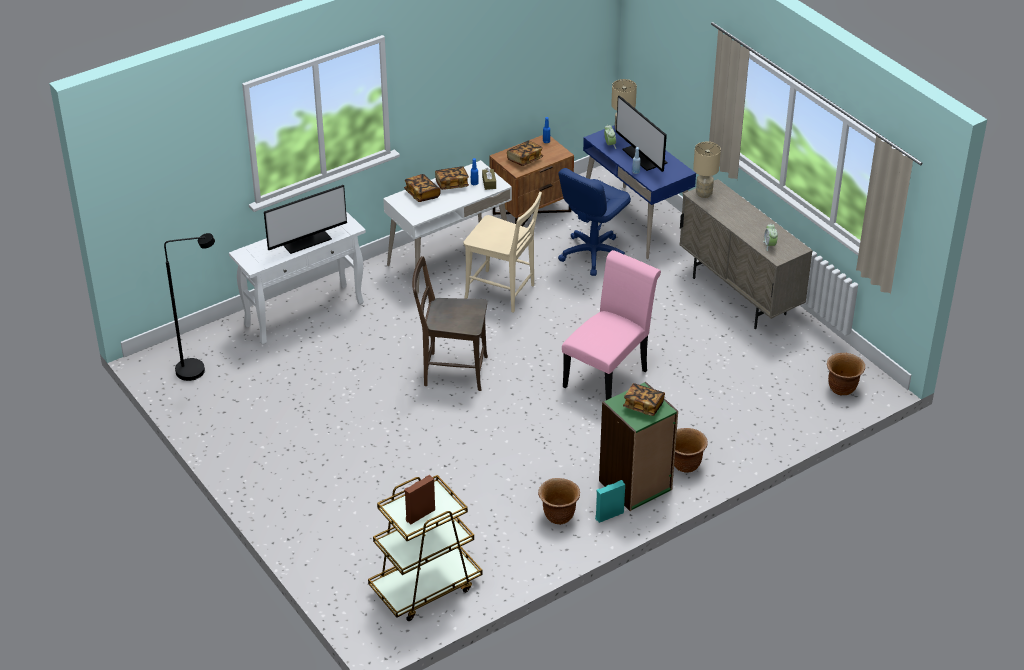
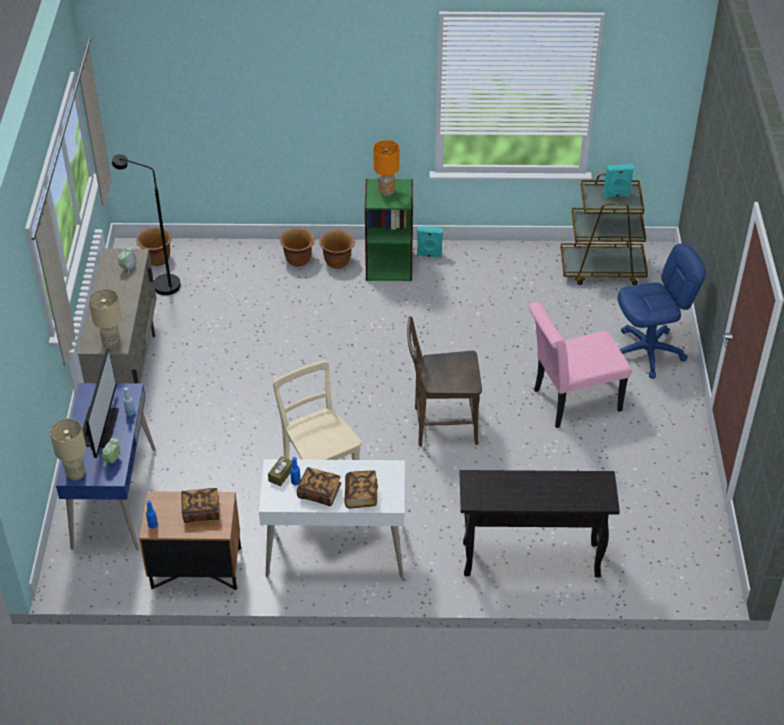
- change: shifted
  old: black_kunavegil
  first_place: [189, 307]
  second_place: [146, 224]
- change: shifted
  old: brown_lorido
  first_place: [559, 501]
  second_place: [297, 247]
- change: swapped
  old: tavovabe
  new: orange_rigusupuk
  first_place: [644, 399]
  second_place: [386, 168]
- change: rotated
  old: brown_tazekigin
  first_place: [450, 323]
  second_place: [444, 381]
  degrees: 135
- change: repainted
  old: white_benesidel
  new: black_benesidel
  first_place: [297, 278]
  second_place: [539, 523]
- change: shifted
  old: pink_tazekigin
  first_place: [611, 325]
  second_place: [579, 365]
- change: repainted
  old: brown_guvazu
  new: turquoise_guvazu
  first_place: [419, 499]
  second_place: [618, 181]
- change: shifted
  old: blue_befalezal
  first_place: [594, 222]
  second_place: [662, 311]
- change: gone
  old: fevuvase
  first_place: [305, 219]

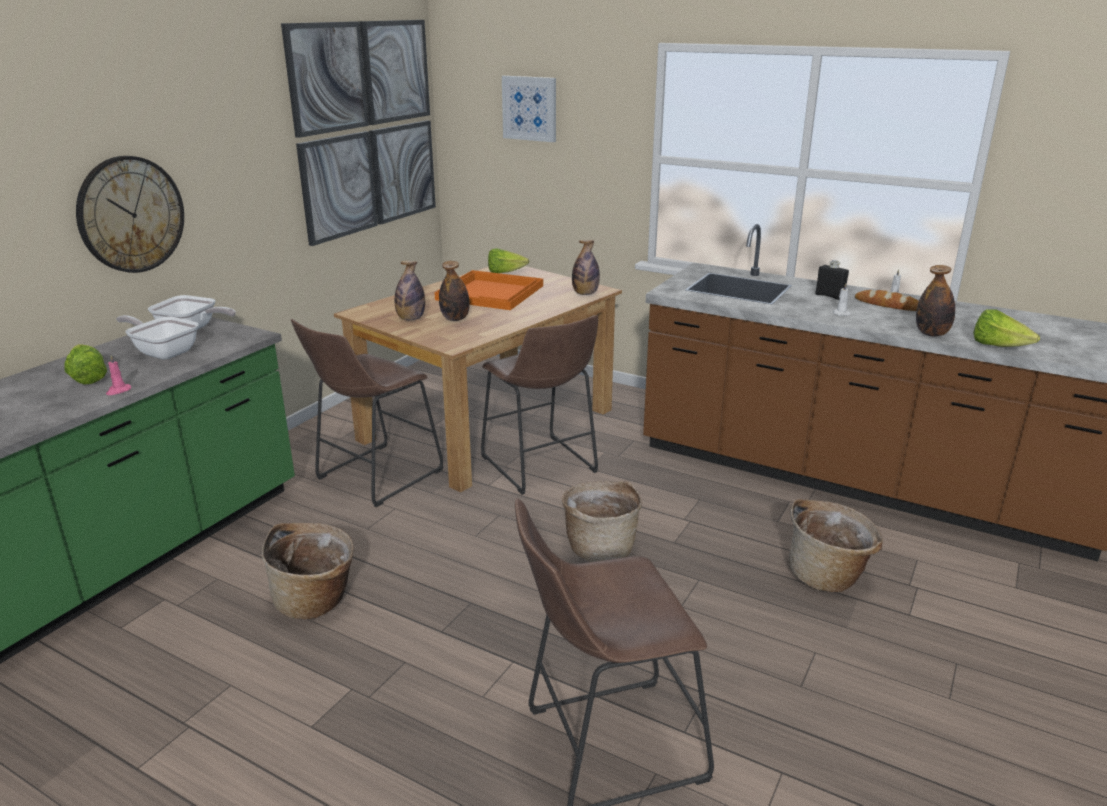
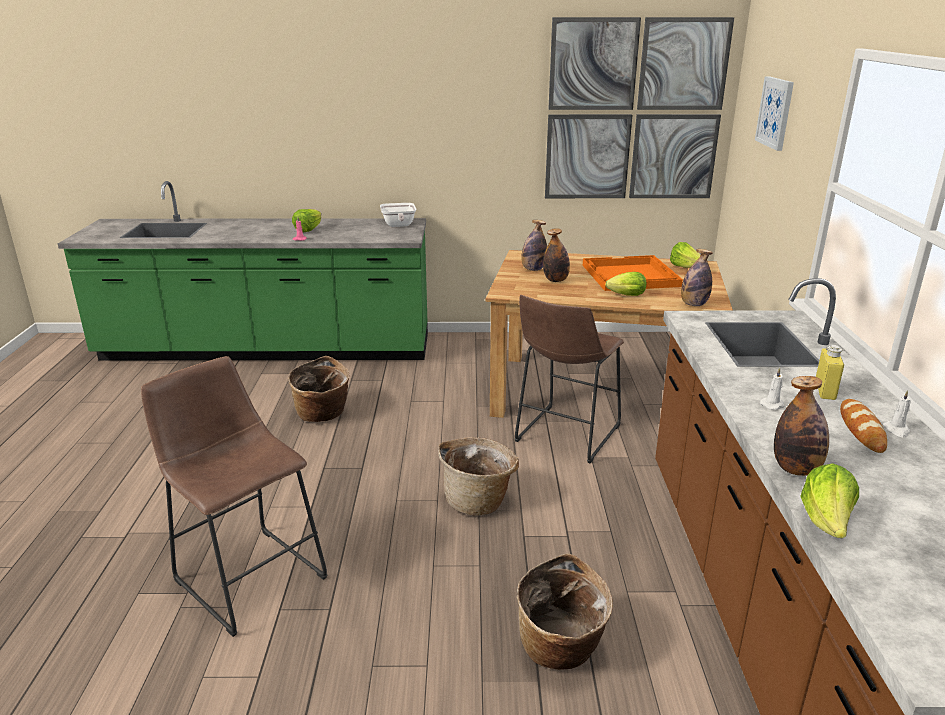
- change: new
  new: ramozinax
  second_place: [625, 284]
- change: repainted
  old: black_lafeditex
  new: yellow_lafeditex
  first_place: [832, 280]
  second_place: [830, 372]
- change: gone
  old: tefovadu
  first_place: [130, 214]
- change: gone
  old: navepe
  first_place: [157, 337]
- change: gone
  old: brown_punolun
  first_place: [367, 413]

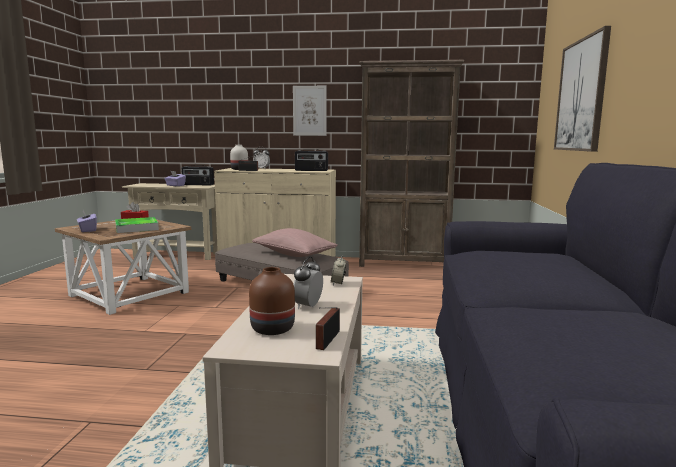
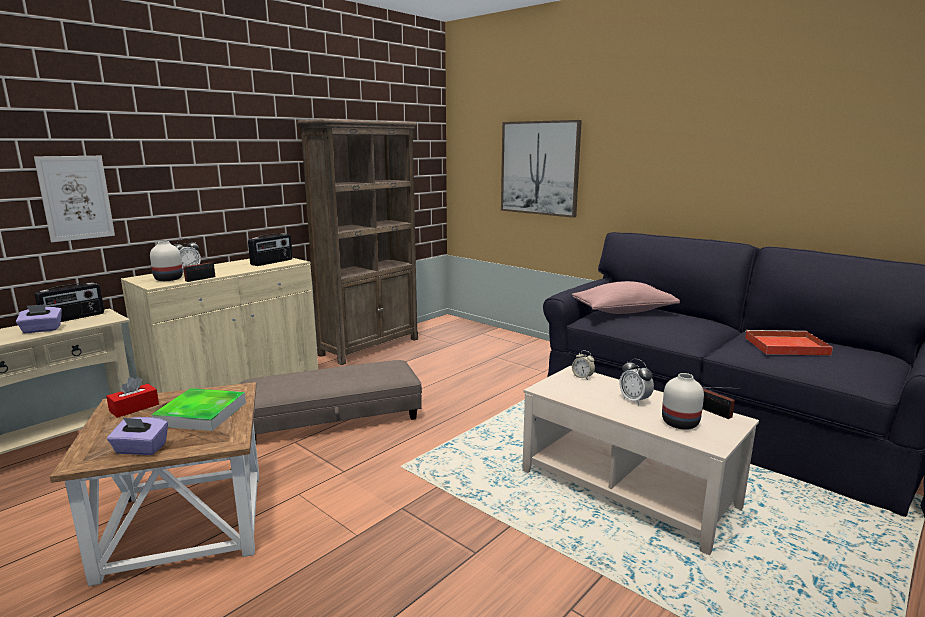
- change: shifted
  old: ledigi
  first_place: [310, 111]
  second_place: [74, 199]
- change: shifted
  old: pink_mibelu
  first_place: [294, 242]
  second_place: [626, 297]
- change: repainted
  old: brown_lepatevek
  new: white_lepatevek
  first_place: [272, 301]
  second_place: [683, 401]
- change: new
  new: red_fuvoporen
  second_place: [789, 343]

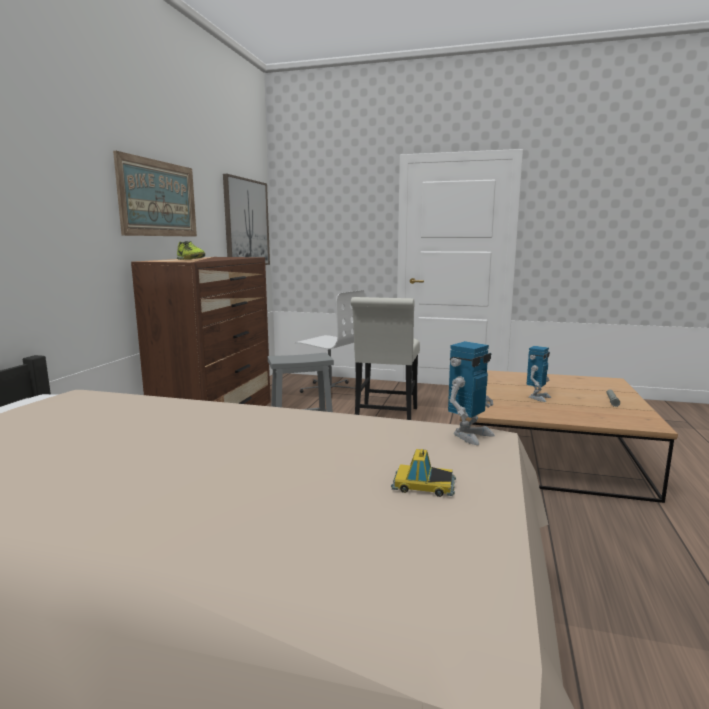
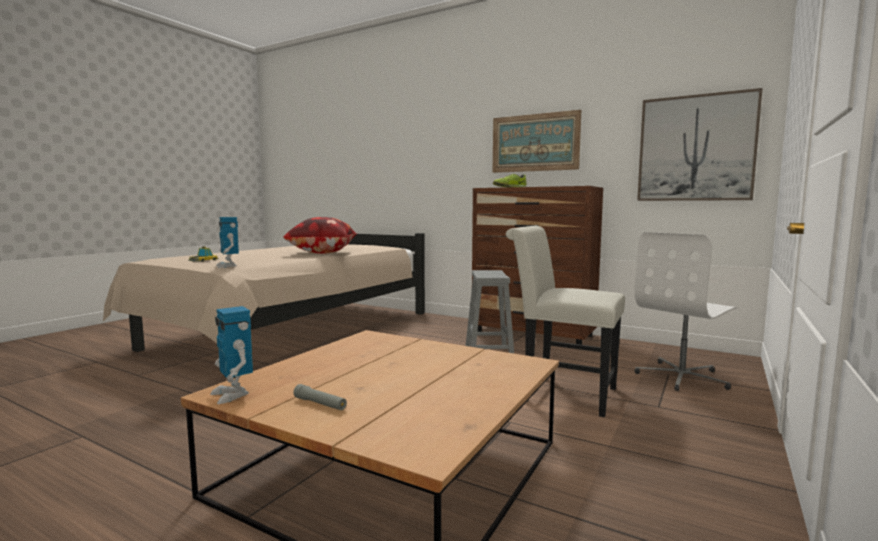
- change: shifted
  old: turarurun
  first_place: [539, 374]
  second_place: [231, 355]
- change: new
  new: mibelu
  second_place: [320, 235]

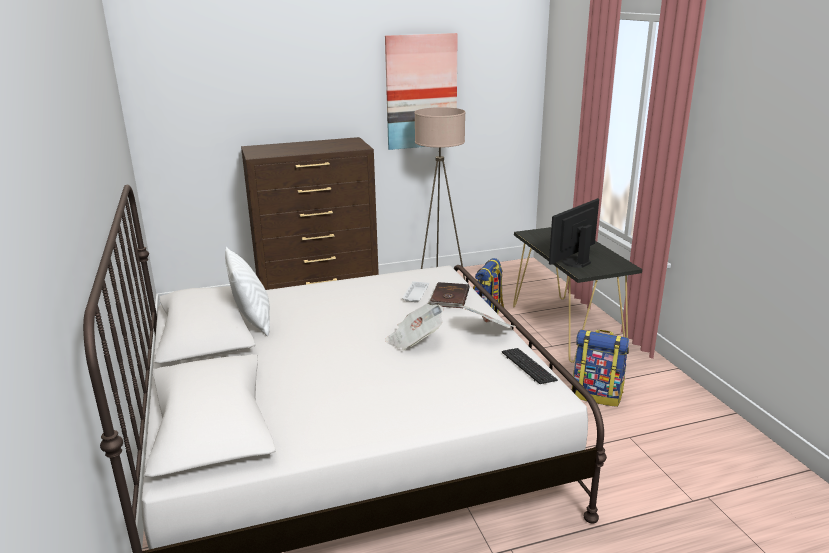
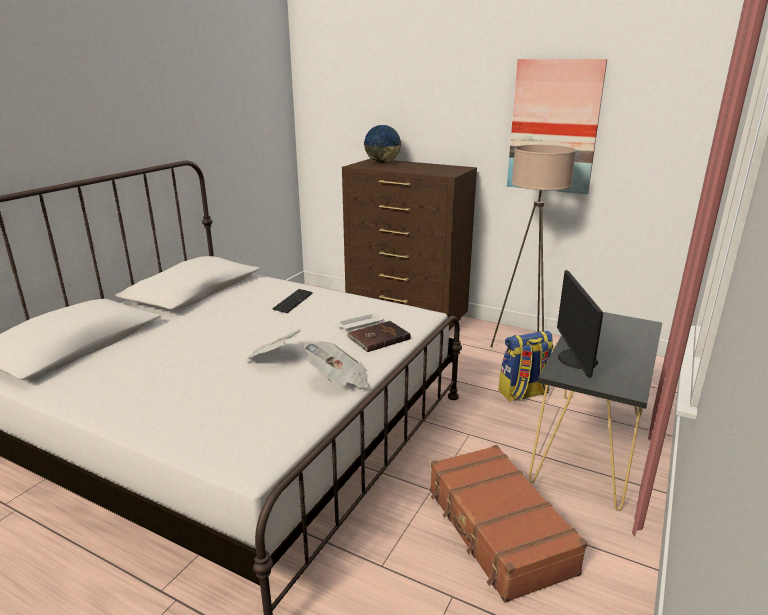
- change: shifted
  old: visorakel
  first_place: [530, 366]
  second_place: [292, 301]
- change: new
  new: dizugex
  second_place: [383, 144]
- change: swapped
  old: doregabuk
  new: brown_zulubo
  first_place: [600, 368]
  second_place: [508, 524]
- change: rotated
  old: fevuvase
  first_place: [574, 233]
  second_place: [580, 324]
  degrees: -90
- change: gone
  old: white_mibelu
  first_place: [247, 291]

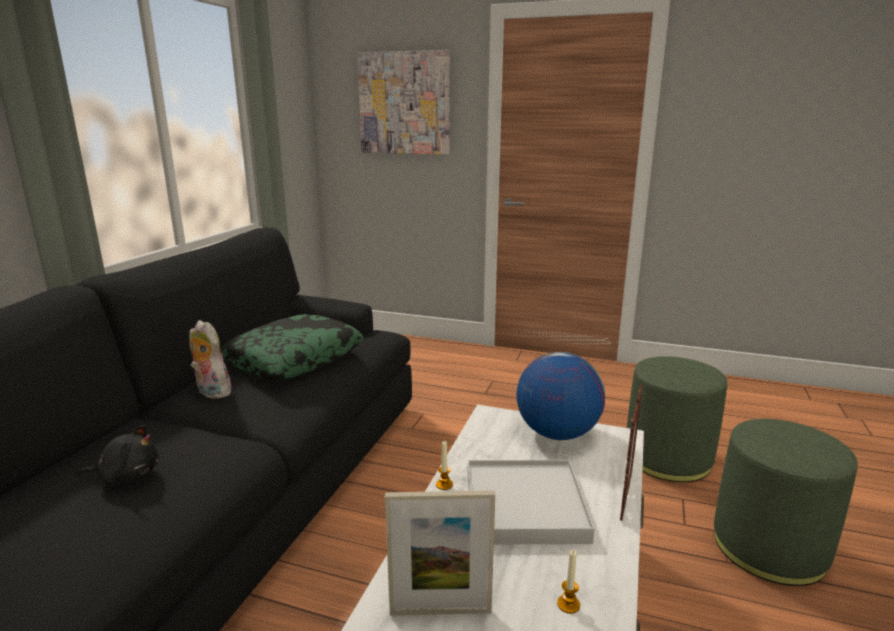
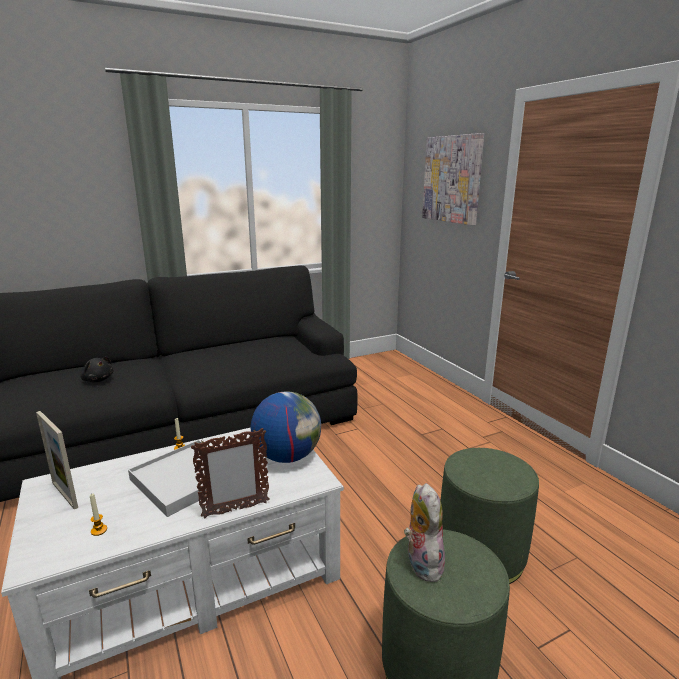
- change: shifted
  old: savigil
  first_place: [210, 359]
  second_place: [424, 532]
- change: gone
  old: mibelu
  first_place: [292, 347]

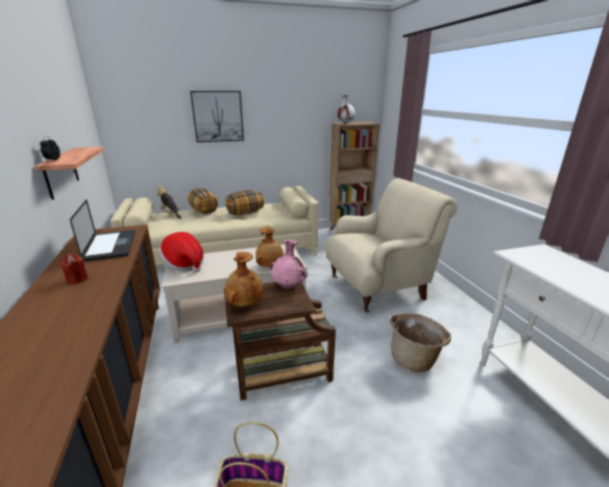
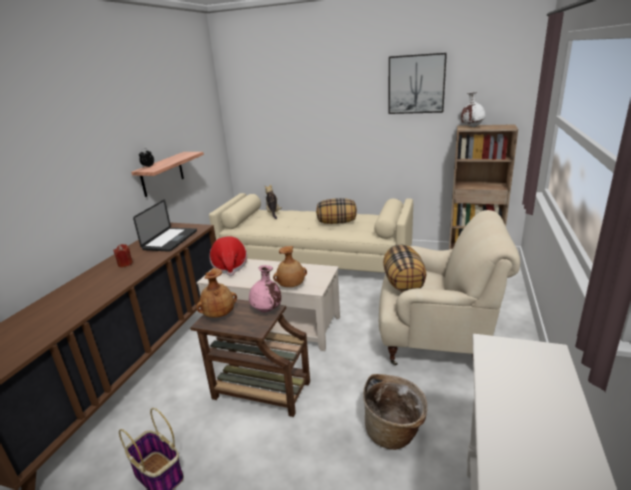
- change: shifted
  old: mibelu
  first_place: [203, 201]
  second_place: [404, 268]
- change: shifted
  old: ledigi
  first_place: [217, 116]
  second_place: [417, 83]

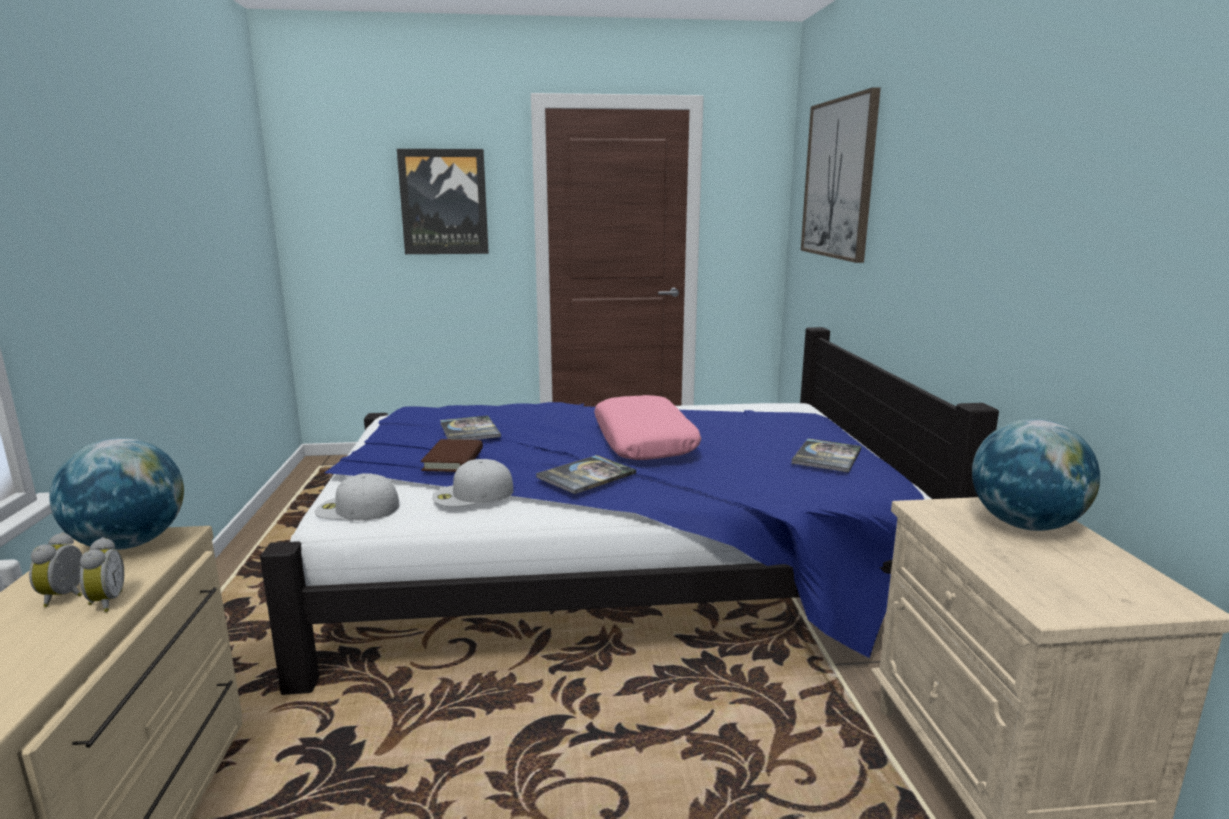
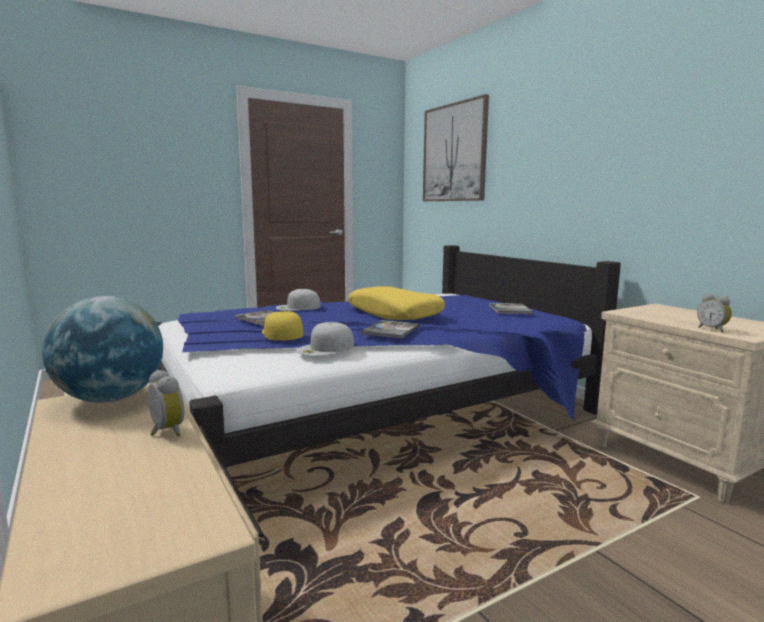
- change: swapped
  old: brown_tavovabe
  new: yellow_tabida
  first_place: [452, 455]
  second_place: [282, 326]
- change: shifted
  old: white_tabida
  first_place: [357, 497]
  second_place: [298, 300]
- change: repainted
  old: pink_mibelu
  new: yellow_mibelu
  first_place: [647, 427]
  second_place: [396, 303]
- change: shifted
  old: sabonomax
  first_place: [55, 569]
  second_place: [714, 313]
- change: gone
  old: ledigi
  first_place: [443, 201]
- change: gone
  old: dizugex
  first_place: [1036, 475]

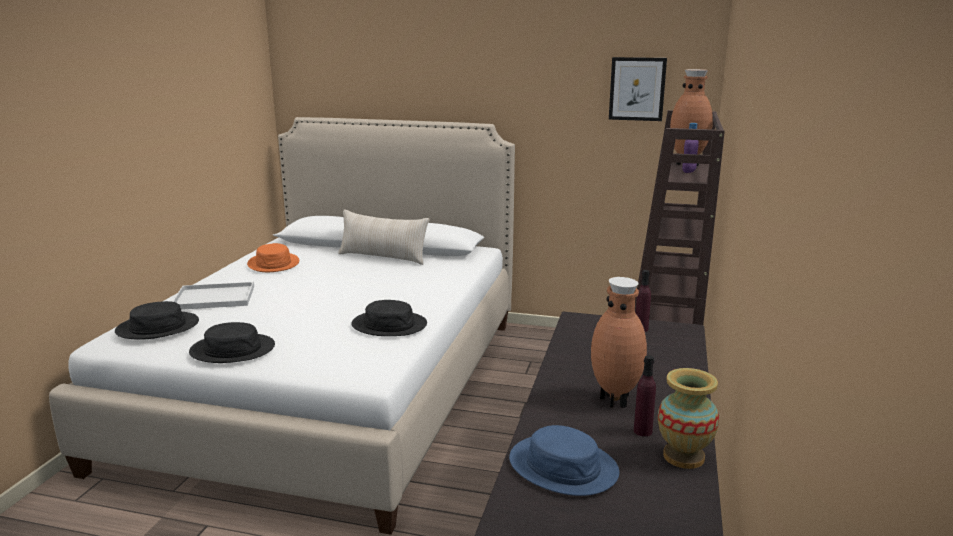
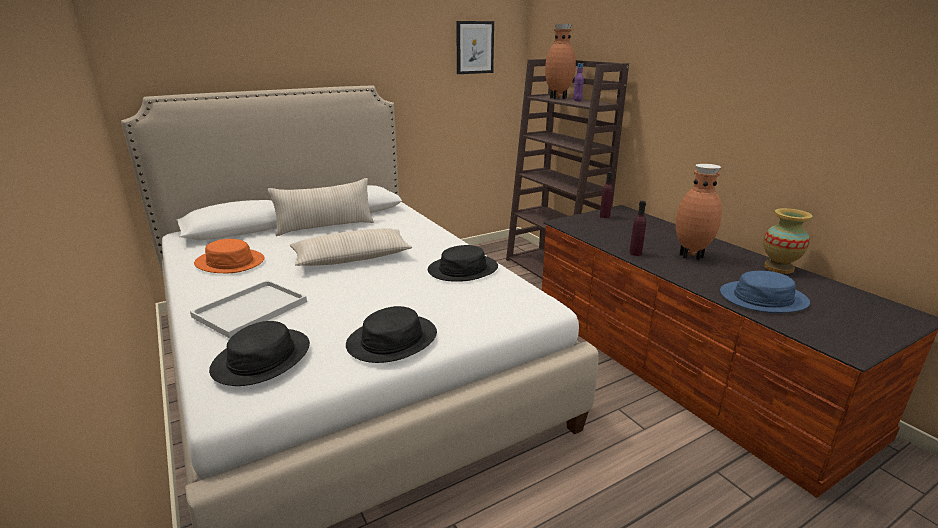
- change: new
  new: beige_mibelu
  second_place: [351, 247]
- change: shifted
  old: purple_lafeditex
  first_place: [645, 396]
  second_place: [637, 228]

